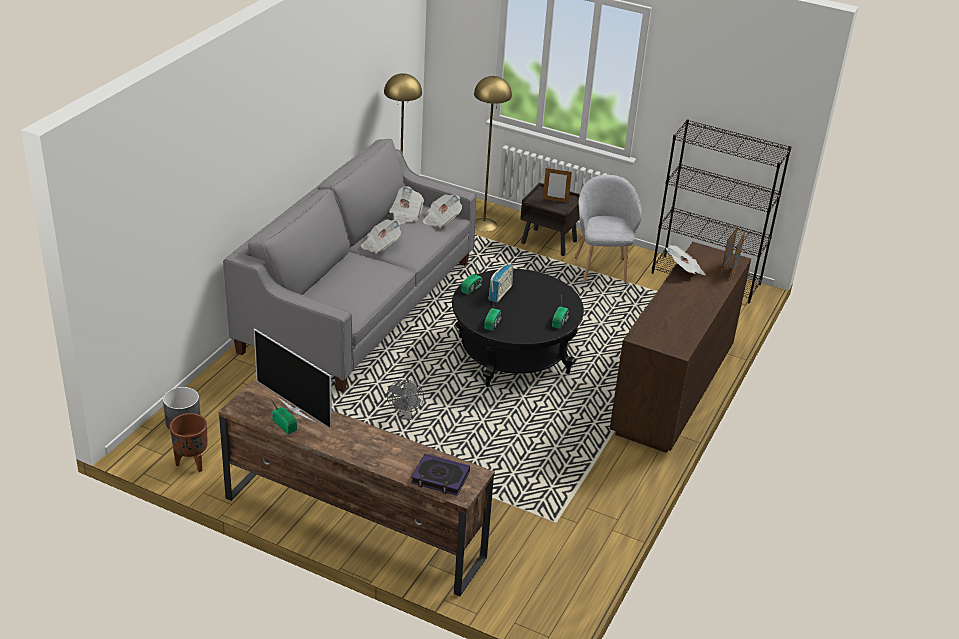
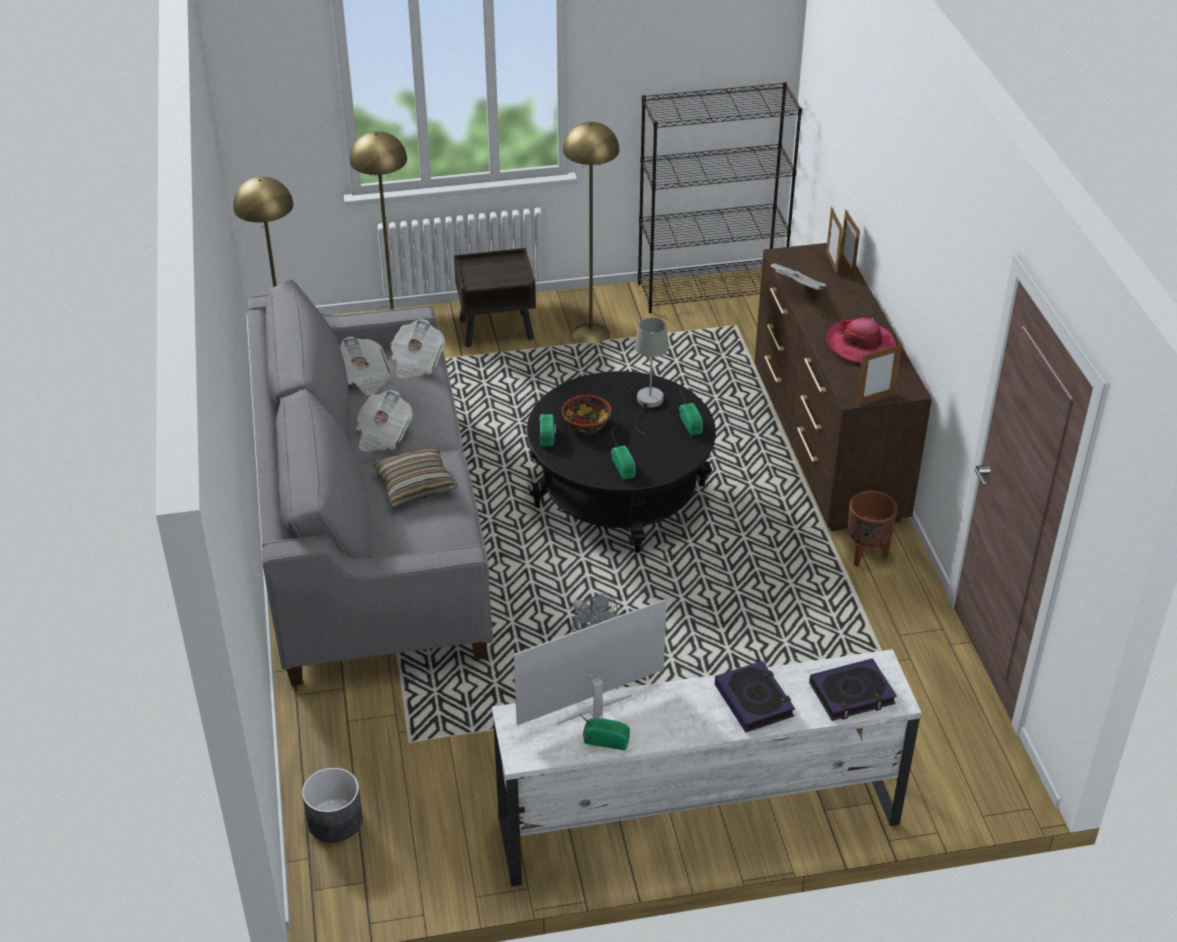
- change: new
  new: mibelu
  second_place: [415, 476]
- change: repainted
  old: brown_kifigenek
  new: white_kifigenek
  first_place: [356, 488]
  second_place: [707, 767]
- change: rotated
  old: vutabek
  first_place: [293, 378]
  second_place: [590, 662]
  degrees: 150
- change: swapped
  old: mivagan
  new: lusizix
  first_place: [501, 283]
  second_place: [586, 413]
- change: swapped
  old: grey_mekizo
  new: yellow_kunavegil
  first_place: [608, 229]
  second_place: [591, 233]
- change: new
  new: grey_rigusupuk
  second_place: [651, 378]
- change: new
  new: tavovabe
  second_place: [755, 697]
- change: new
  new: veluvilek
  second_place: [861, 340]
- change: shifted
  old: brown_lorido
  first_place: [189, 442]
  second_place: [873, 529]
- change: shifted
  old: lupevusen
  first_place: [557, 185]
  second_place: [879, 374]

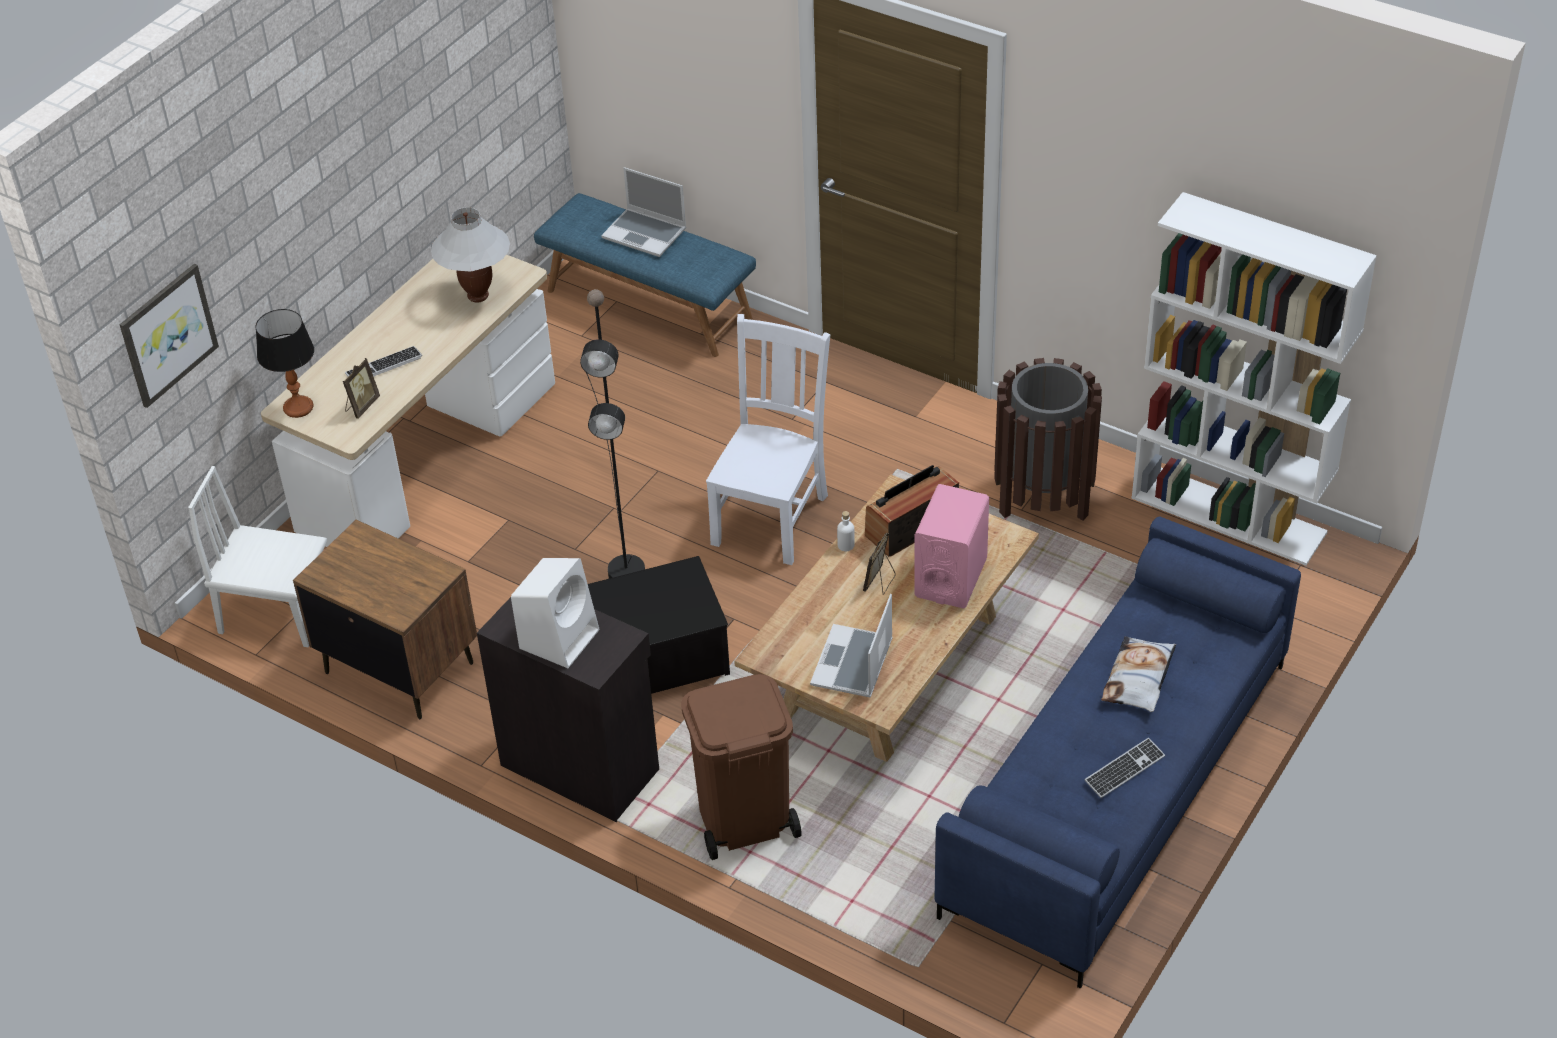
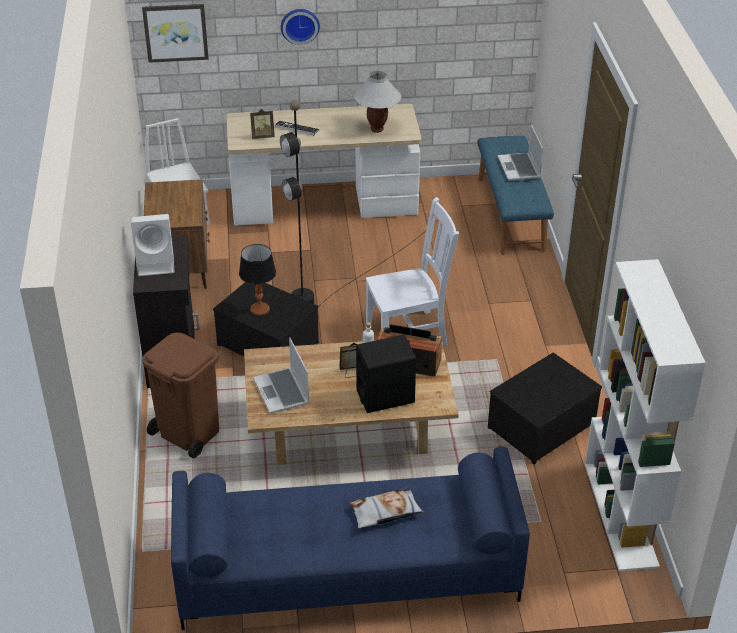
- change: shifted
  old: rigusupuk
  first_place: [285, 363]
  second_place: [257, 280]
- change: rotated
  old: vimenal
  first_place: [851, 646]
  second_place: [281, 375]
  degrees: -90
- change: new
  new: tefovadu
  second_place: [300, 27]
- change: repainted
  old: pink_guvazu
  new: black_guvazu
  first_place: [951, 546]
  second_place: [386, 374]
- change: swapped
  old: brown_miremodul
  new: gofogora
  first_place: [1048, 439]
  second_place: [545, 408]
- change: gone
  old: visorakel
  first_place: [1124, 768]

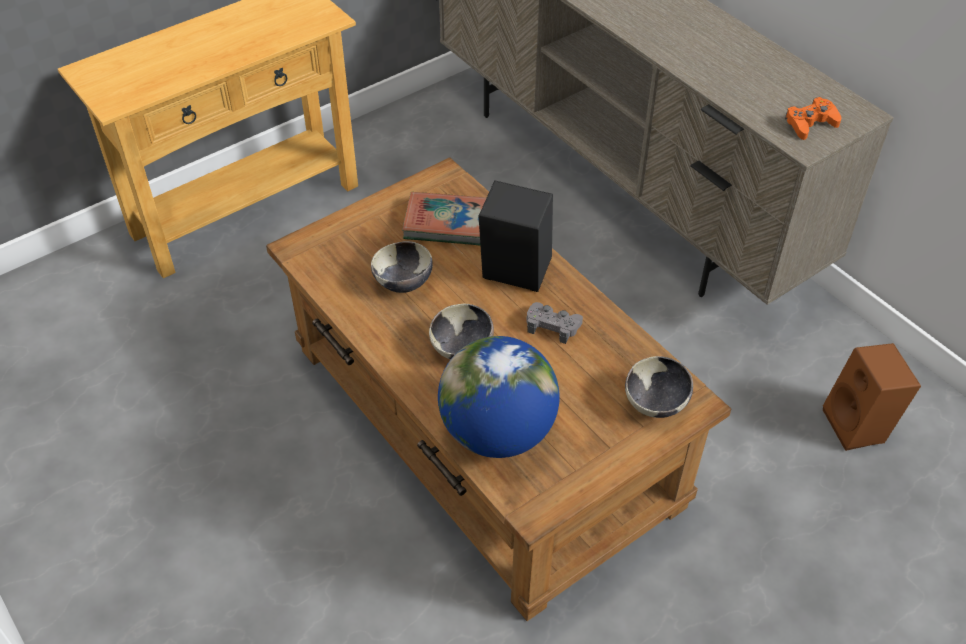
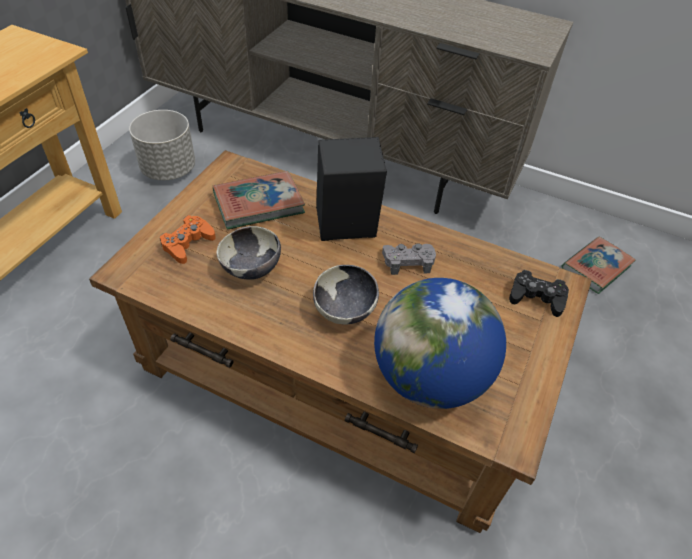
- change: new
  new: grey_lorido
  second_place: [162, 145]
- change: shifted
  old: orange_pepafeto
  first_place: [813, 118]
  second_place: [187, 239]
- change: swapped
  old: lusizix
  new: black_pepafeto
  first_place: [659, 387]
  second_place: [539, 293]
- change: swapped
  old: brown_guvazu
  new: tavovabe
  first_place: [872, 397]
  second_place: [598, 265]

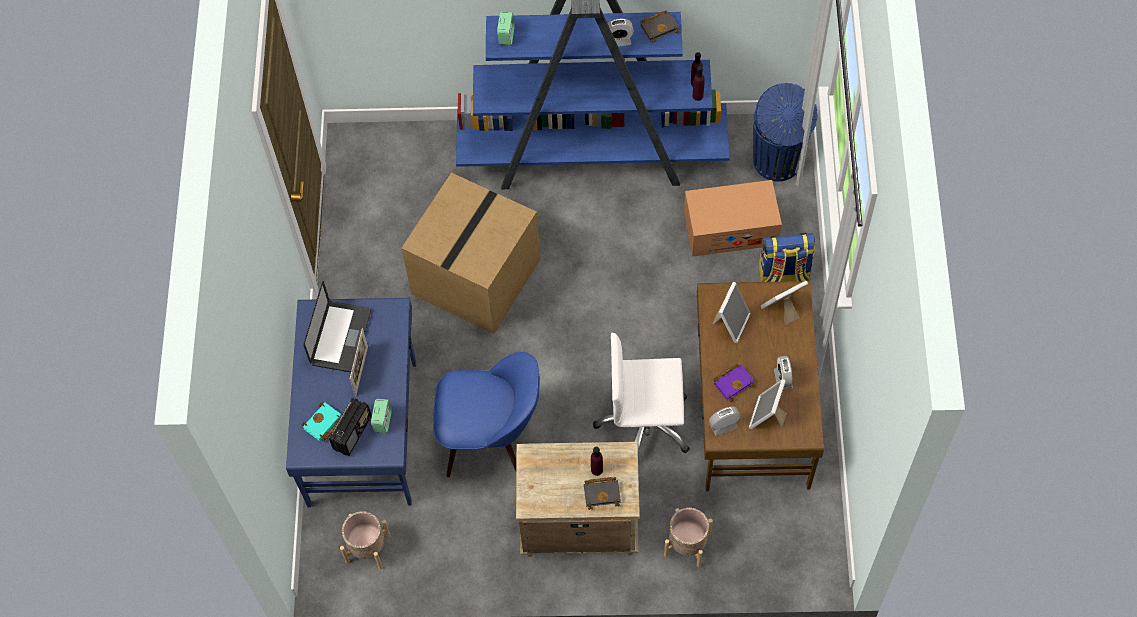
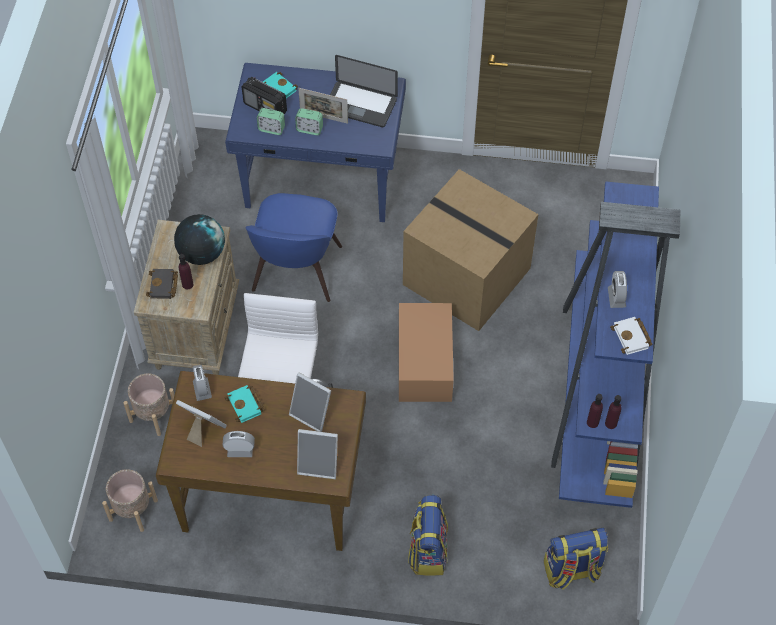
- change: shifted
  old: beige_lorido
  first_place: [365, 540]
  second_place: [130, 500]
- change: new
  new: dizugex
  second_place: [199, 239]
- change: repainted
  old: purple_tavovabe
  new: turquoise_tavovabe
  first_place: [734, 383]
  second_place: [245, 404]
- change: shifted
  old: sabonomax
  first_place: [506, 28]
  second_place: [309, 121]
- change: rotated
  old: lupevusen
  first_place: [784, 303]
  second_place: [317, 454]
  degrees: 120
- change: shifted
  old: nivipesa
  first_place: [733, 218]
  second_place: [426, 352]
- change: swapped
  old: blue_miremodul
  new: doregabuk
  first_place: [785, 132]
  second_place: [576, 559]
- change: repainted
  old: black_tavovabe
  new: white_tavovabe
  first_place: [659, 26]
  second_place: [631, 336]

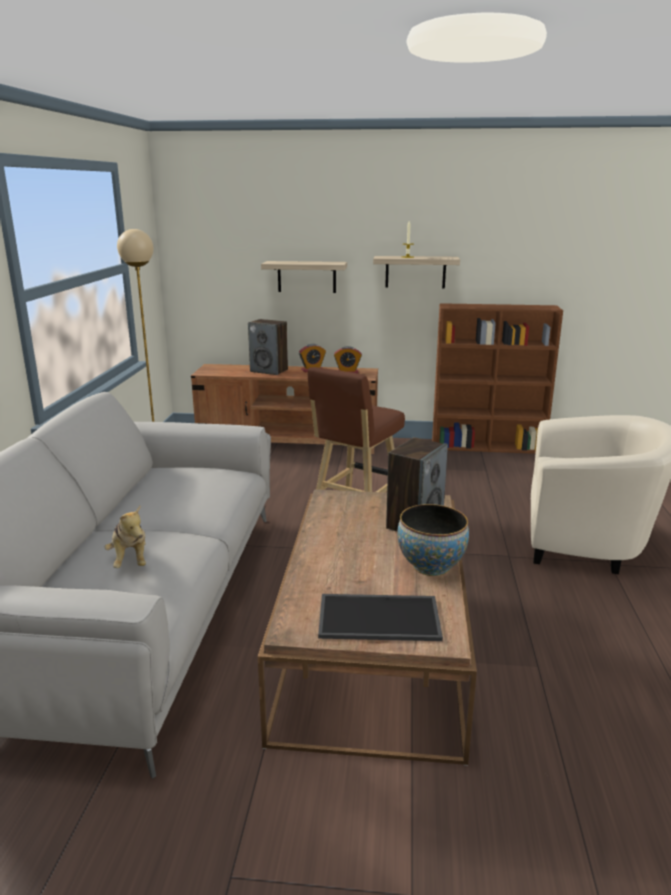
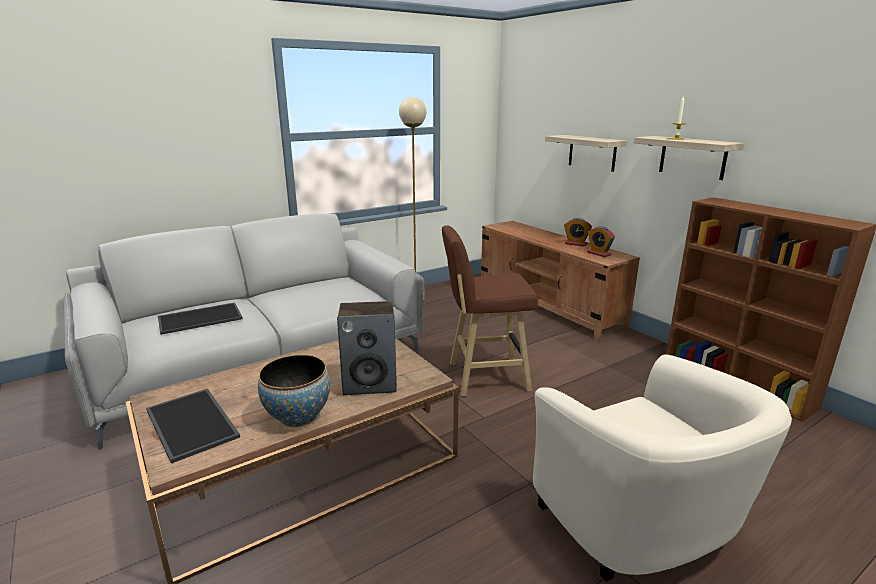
- change: swapped
  old: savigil
  new: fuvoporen
  first_place: [125, 537]
  second_place: [200, 318]
- change: gone
  old: guvazu
  first_place: [268, 347]

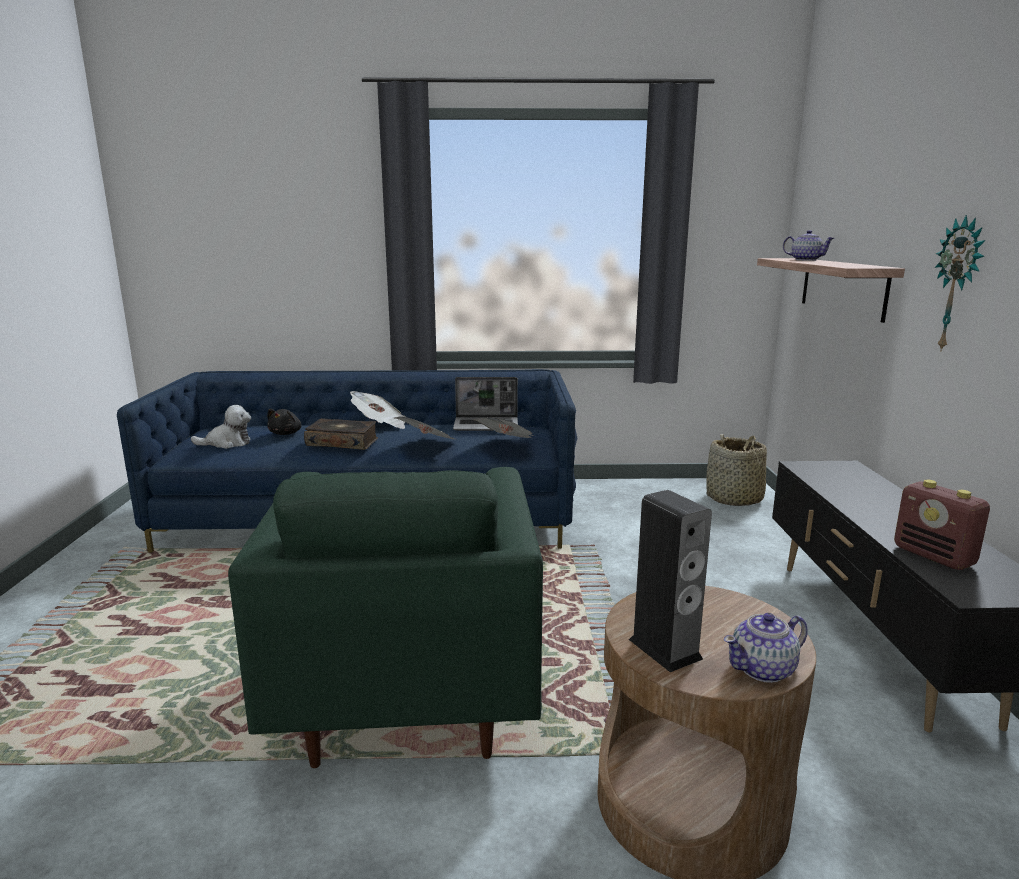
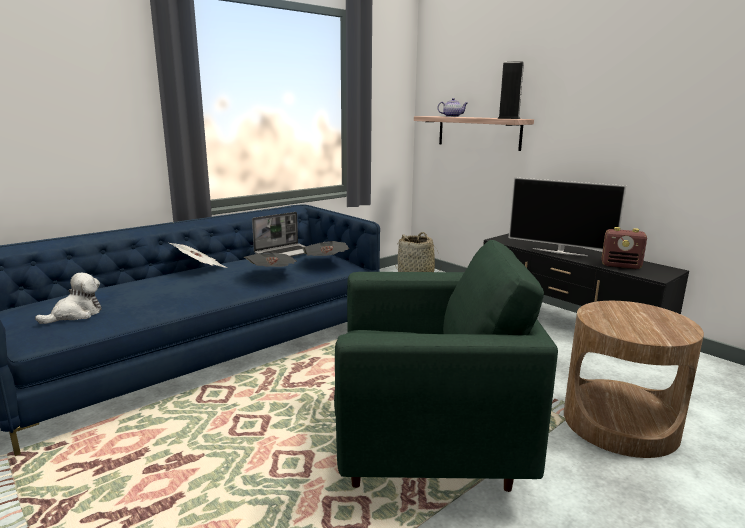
- change: rotated
  old: green_mekizo
  first_place: [385, 617]
  second_place: [446, 366]
  degrees: -45
- change: shifted
  old: guvazu
  first_place: [670, 581]
  second_place: [510, 90]
- change: new
  new: vutabek
  second_place: [567, 216]
- change: gone
  old: black_savigil
  first_place: [284, 421]
- change: gone
  old: tavovabe
  first_place: [341, 434]
- change: gone
  old: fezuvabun
  first_place: [766, 648]
- change: gone
  old: tefovadu
  first_place: [960, 283]

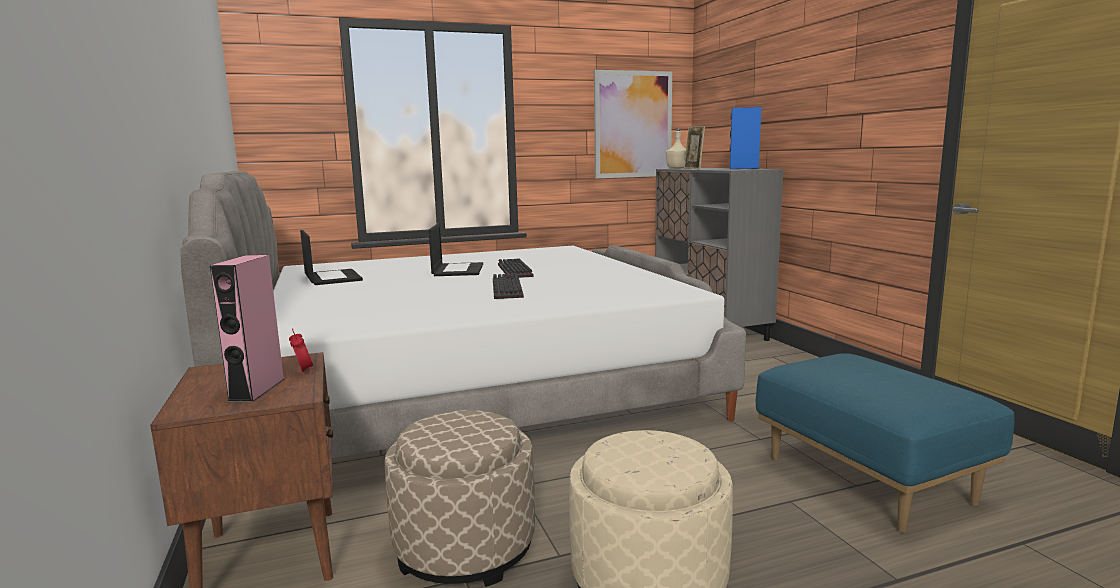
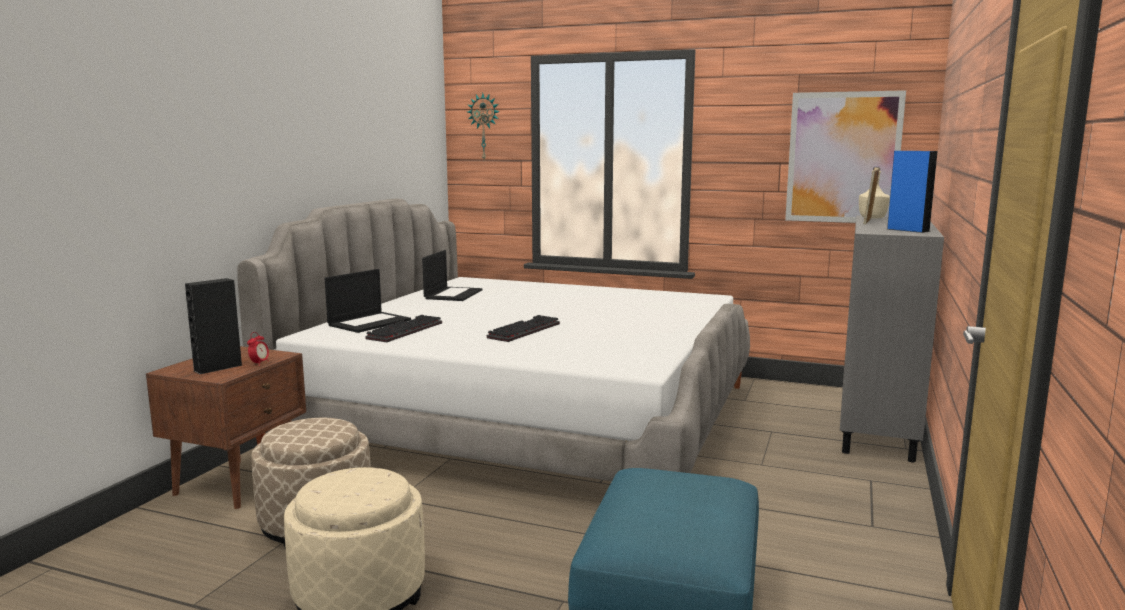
- change: repainted
  old: pink_guvazu
  new: black_guvazu
  first_place: [247, 328]
  second_place: [214, 326]
- change: shifted
  old: vimenal
  first_place: [456, 249]
  second_place: [368, 301]
- change: shifted
  old: visorakel
  first_place: [516, 268]
  second_place: [403, 328]
- change: new
  new: tefovadu
  second_place: [484, 126]

